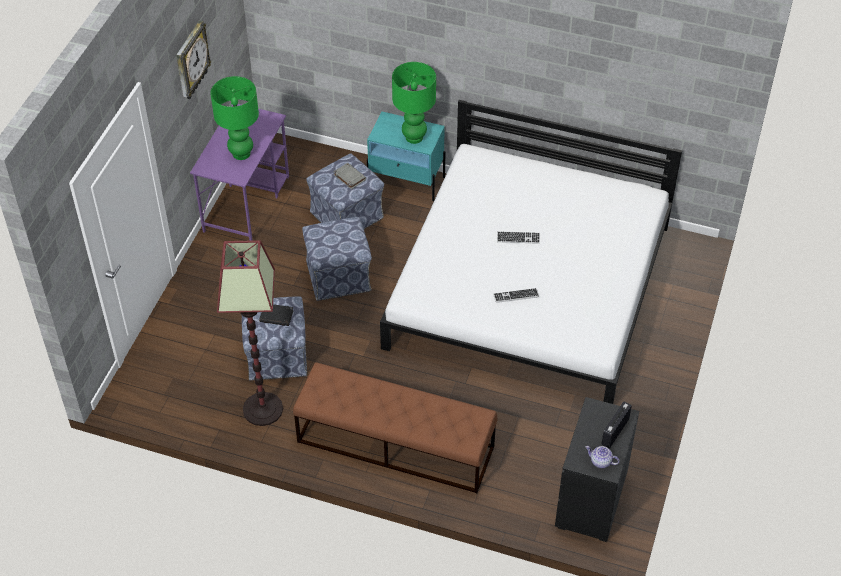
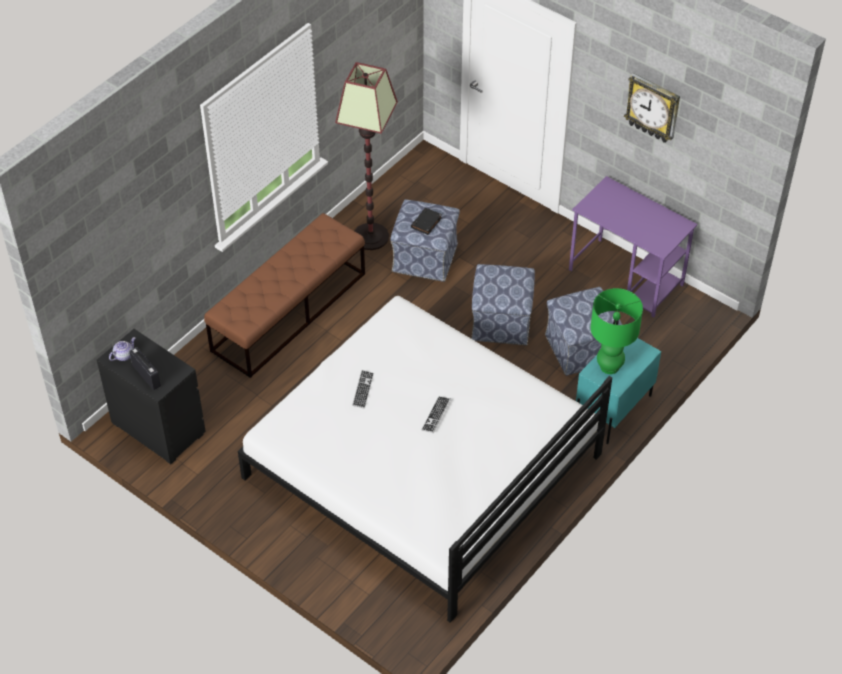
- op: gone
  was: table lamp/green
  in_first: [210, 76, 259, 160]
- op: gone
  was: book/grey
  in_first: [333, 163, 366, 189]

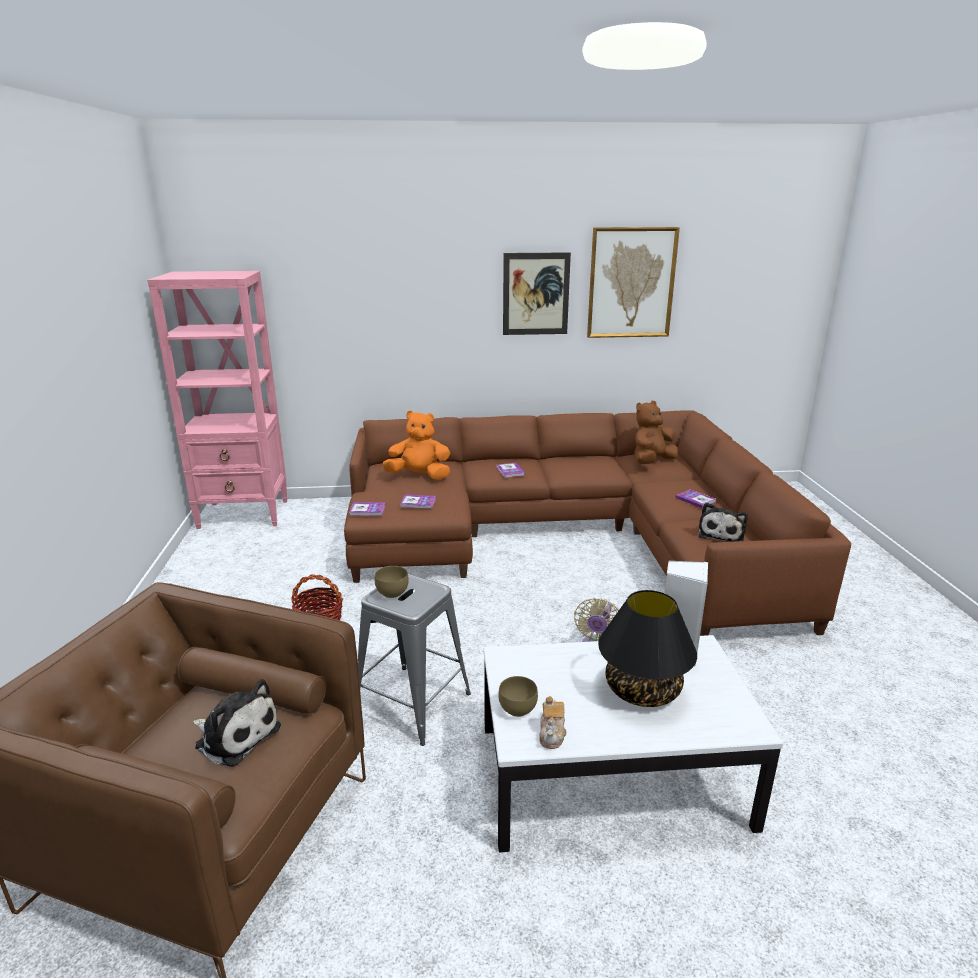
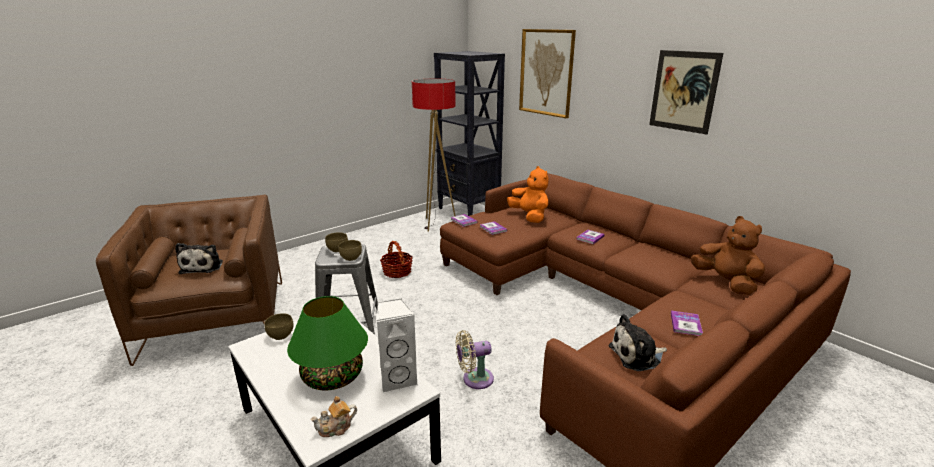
- op: new
  now: bowl/brown
  in_second: [339, 240, 362, 261]
- op: new
  now: floor lamp
  in_second: [412, 79, 455, 232]
- op: shifted
  was: teapot
  in_first: [539, 696, 566, 749]
  in_second: [310, 396, 357, 437]
- op: shifted
  was: picture
  in_first: [587, 227, 680, 338]
  in_second: [519, 29, 576, 118]
- op: repainted
  was: bookcase/pink
  now: bookcase/black
  in_first: [147, 271, 288, 529]
  in_second: [434, 51, 505, 216]
- op: repainted
  was: table lamp/black
  now: table lamp/green
  in_first: [598, 590, 697, 707]
  in_second: [287, 296, 368, 391]
- op: rotated
  was: plush toy/brown
  in_first: [634, 401, 678, 464]
  in_second: [691, 216, 765, 295]
  clockwise: 45

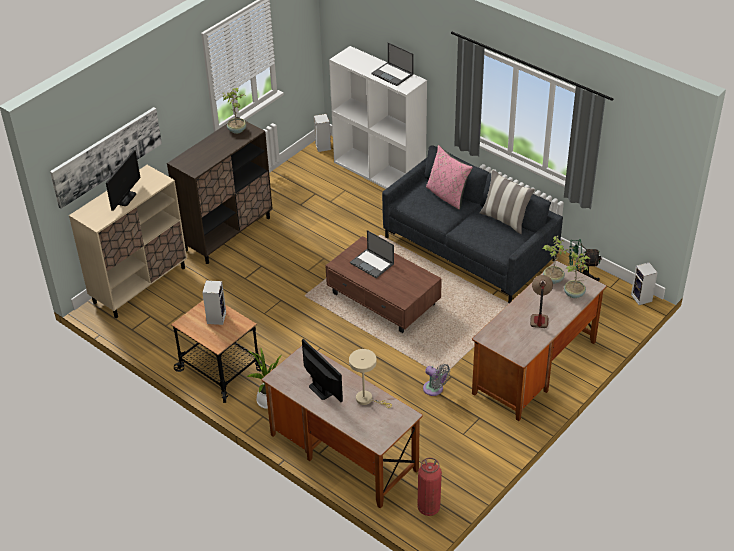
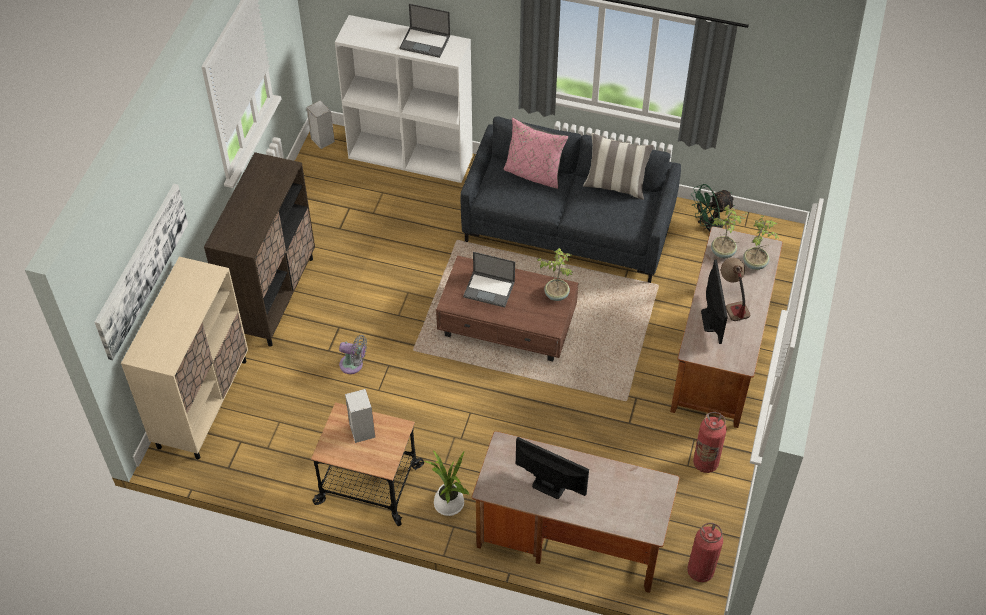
- op: gone
  was: table lamp/beige
  in_first: [349, 349, 392, 408]
- op: gone
  was: speaker
  in_first: [631, 262, 658, 305]
- op: new
  now: fire extinguisher
  in_second: [693, 412, 727, 473]
- op: shifted
  was: monitor
  in_first: [106, 150, 140, 211]
  in_second: [701, 259, 728, 344]
- op: shifted
  was: potted plant
  in_first: [223, 88, 246, 134]
  in_second: [537, 248, 573, 301]
- op: shifted
  was: fan/grey
  in_first: [423, 364, 450, 396]
  in_second: [339, 335, 367, 374]

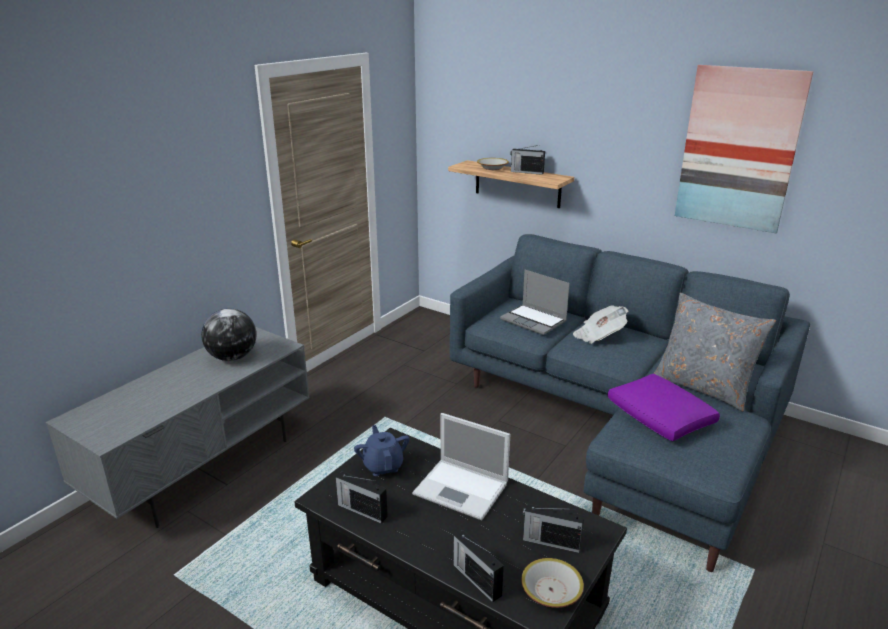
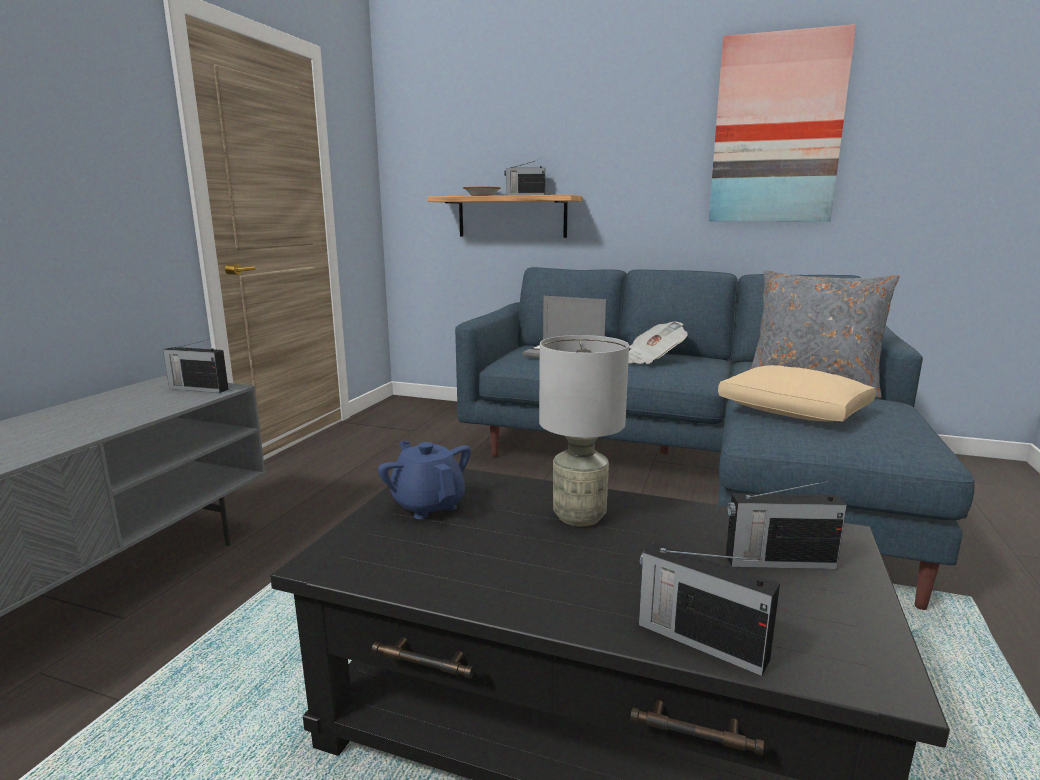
- op: gone
  was: globe
  in_first: [201, 308, 256, 361]
- op: gone
  was: bowl
  in_first: [521, 558, 584, 608]
- op: shifted
  was: radio
  in_first: [335, 471, 388, 523]
  in_second: [163, 339, 229, 393]
- op: swapped
  was: laptop
  now: table lamp/grey
  in_first: [412, 413, 510, 520]
  in_second: [539, 335, 629, 527]
- op: repainted
  was: pillow/purple
  now: pillow/beige
  in_first: [608, 374, 720, 441]
  in_second: [718, 365, 876, 422]

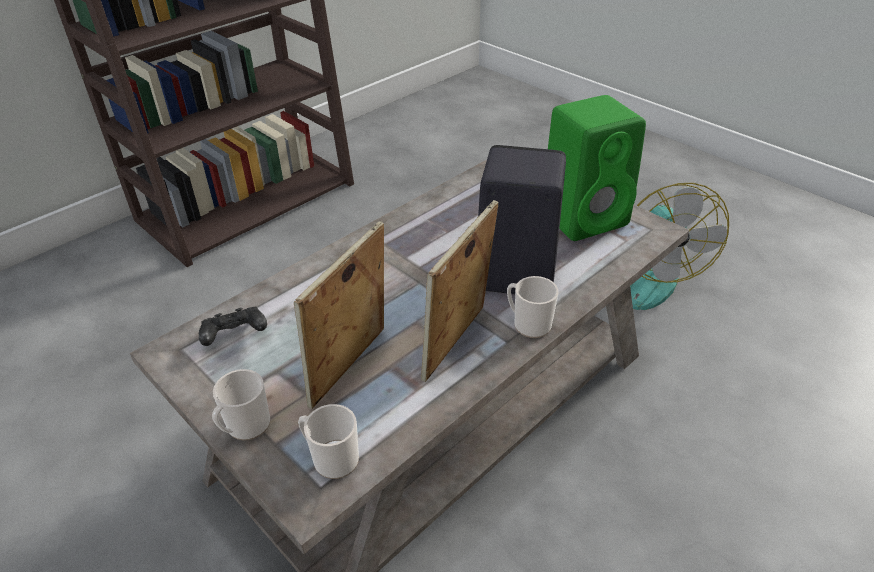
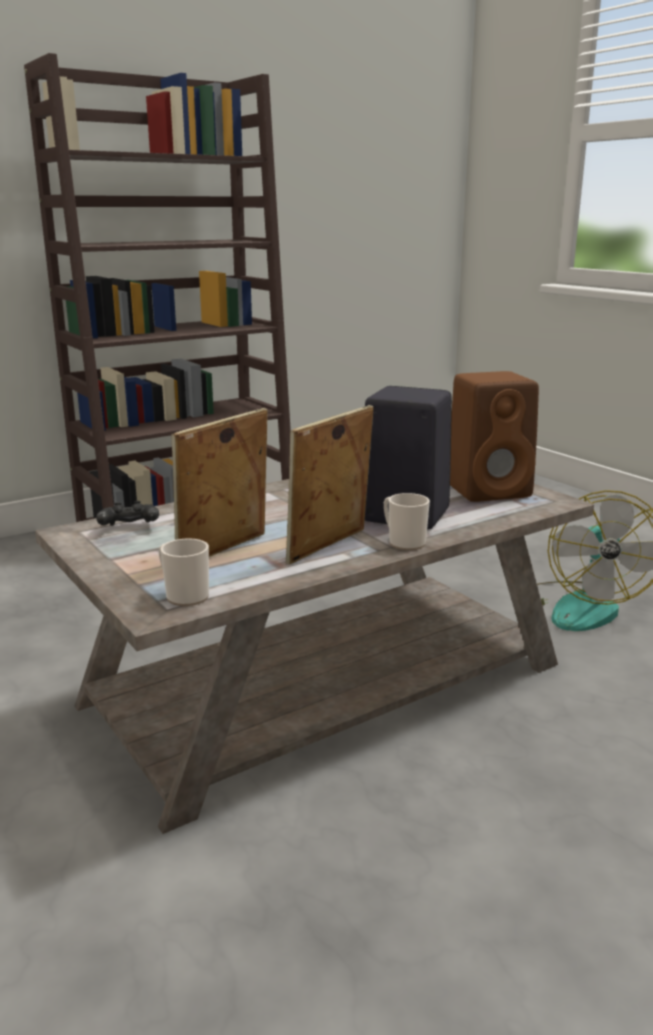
- op: gone
  was: mug
  in_first: [212, 369, 271, 440]
- op: repainted
  was: speaker/green
  now: speaker/brown
  in_first: [548, 95, 646, 241]
  in_second: [450, 371, 539, 502]

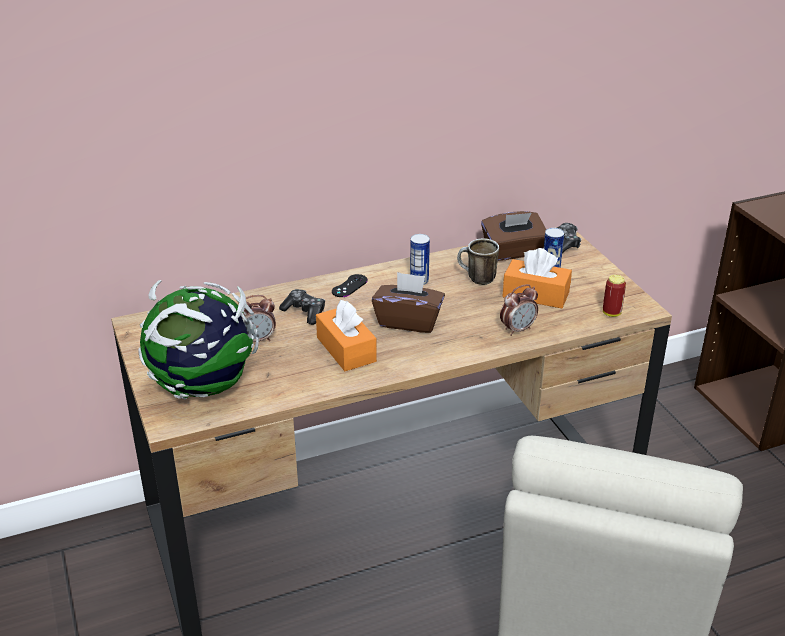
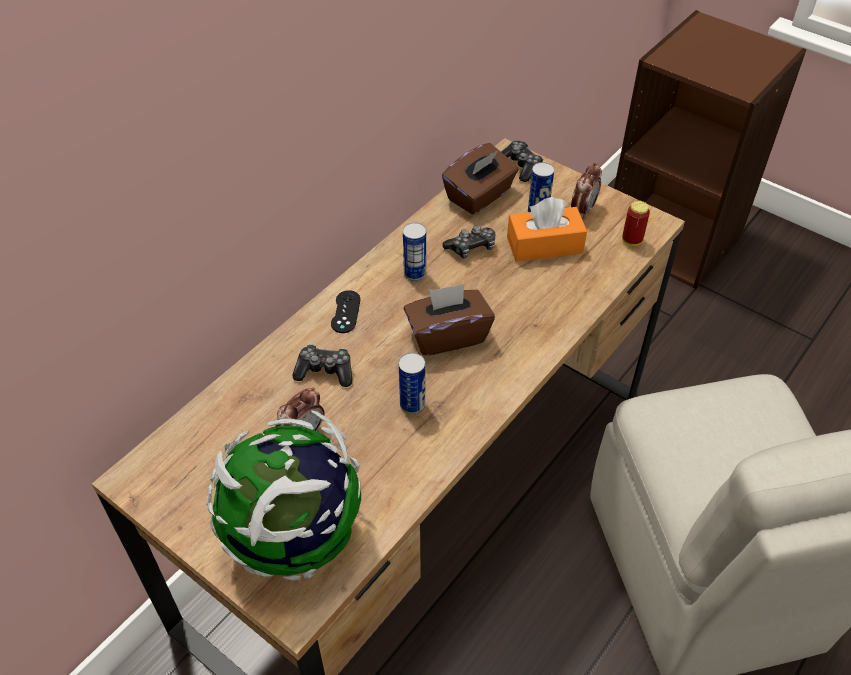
- op: shifted
  was: alarm clock
  in_first: [500, 284, 538, 336]
  in_second: [571, 163, 602, 219]
- op: swapped
  was: tissue box/orange
  now: can
  in_first: [316, 300, 377, 371]
  in_second: [399, 353, 425, 414]
- op: swapped
  was: mug
  now: game controller
  in_first: [457, 238, 499, 285]
  in_second: [443, 226, 495, 259]

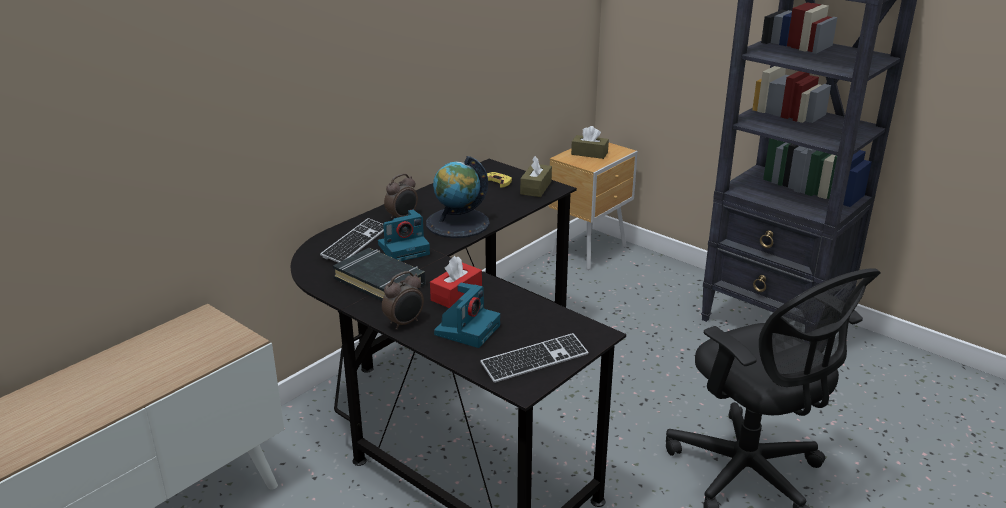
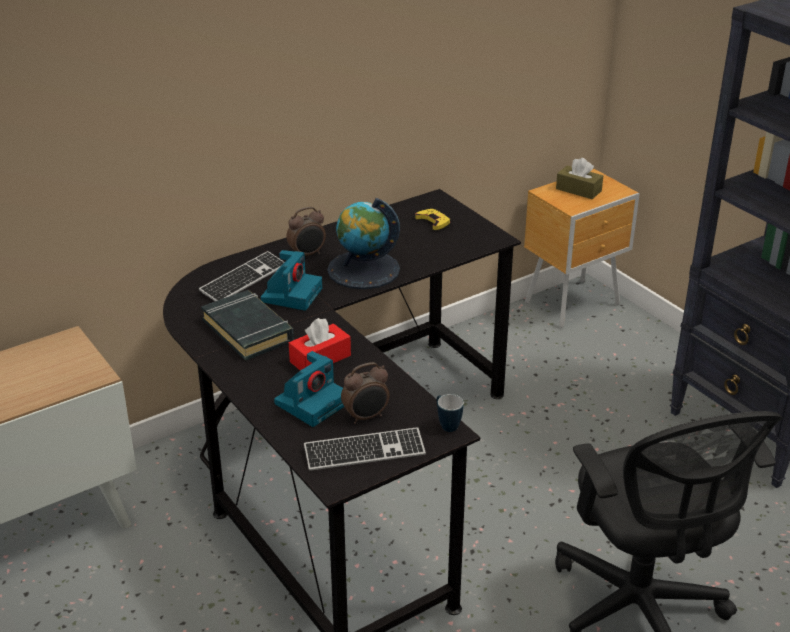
- op: gone
  was: tissue box/brown
  in_first: [520, 156, 552, 197]
- op: new
  now: mug
  in_second: [437, 394, 464, 432]
- op: shifted
  was: alarm clock
  in_first: [382, 271, 424, 330]
  in_second: [341, 362, 390, 424]
- op: rotated
  was: photo camera
  in_first: [378, 209, 430, 261]
  in_second: [261, 250, 322, 311]
  clockwise: -60

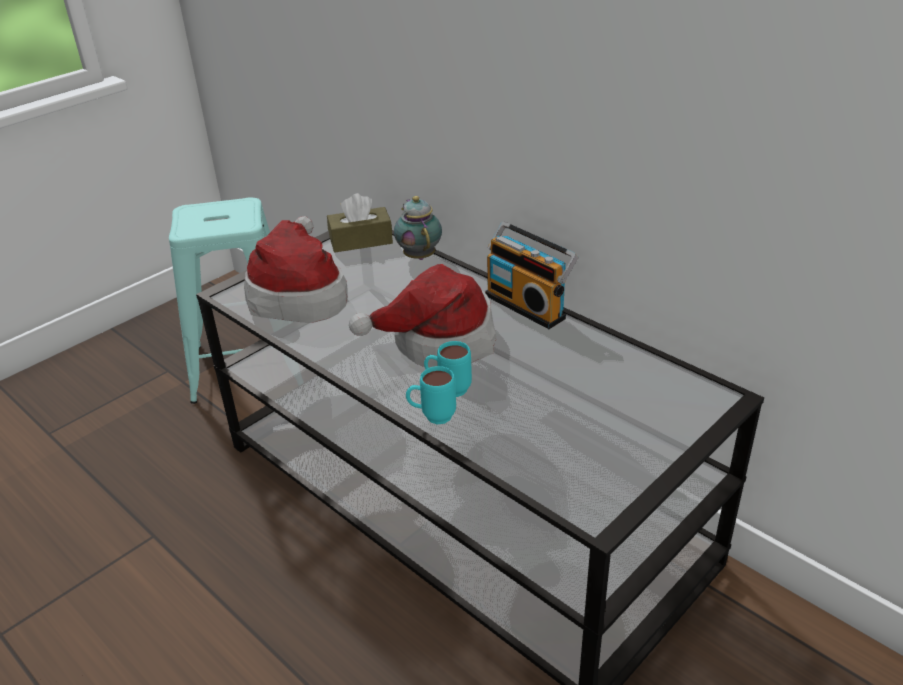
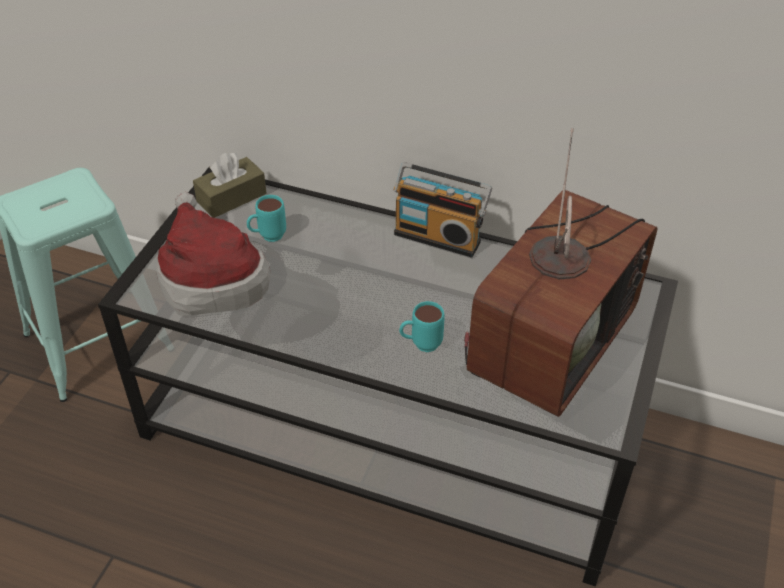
- op: gone
  was: hat
  in_first: [349, 264, 497, 368]
- op: gone
  was: teapot
  in_first: [394, 196, 442, 260]
- op: new
  now: television
  in_second: [464, 128, 657, 417]
- op: shifted
  was: mug/turquoise
  in_first: [406, 366, 456, 425]
  in_second: [247, 195, 286, 242]

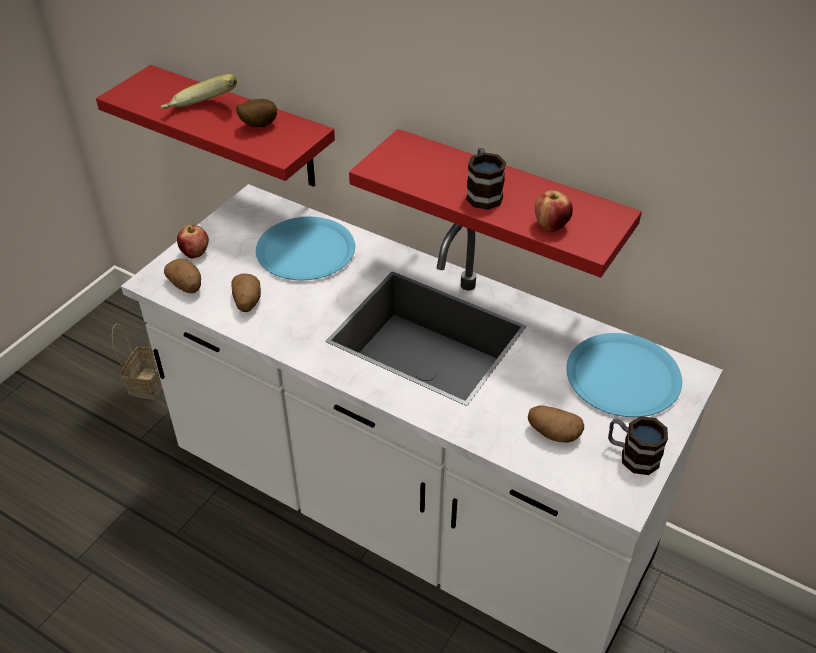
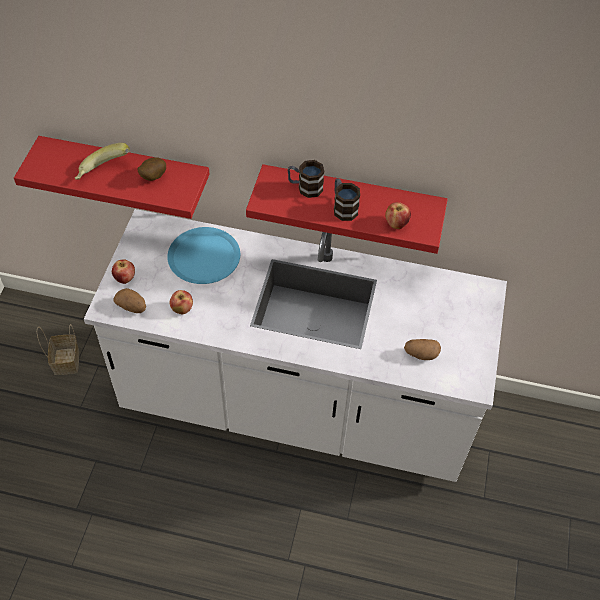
- op: gone
  was: plate/blue
  in_first: [566, 333, 682, 417]
- op: shifted
  was: mug
  in_first: [608, 416, 668, 475]
  in_second: [288, 160, 324, 198]
- op: swapped
  was: potato
  now: apple
  in_first: [231, 273, 261, 312]
  in_second: [170, 290, 193, 314]

